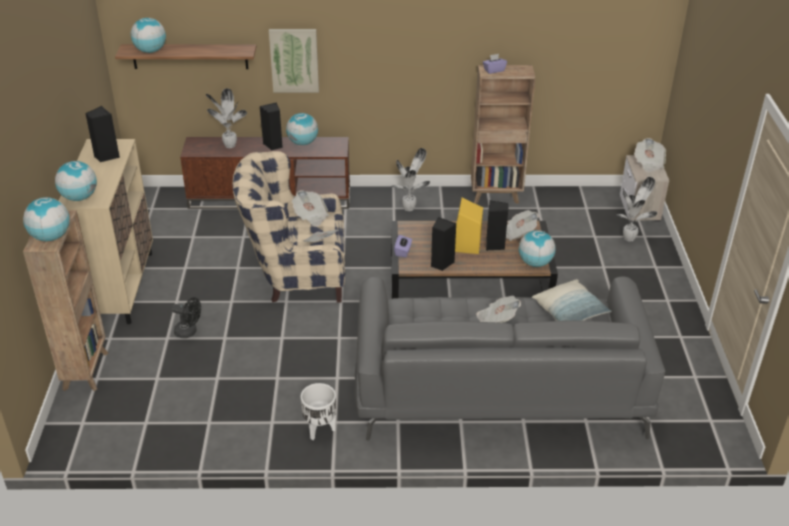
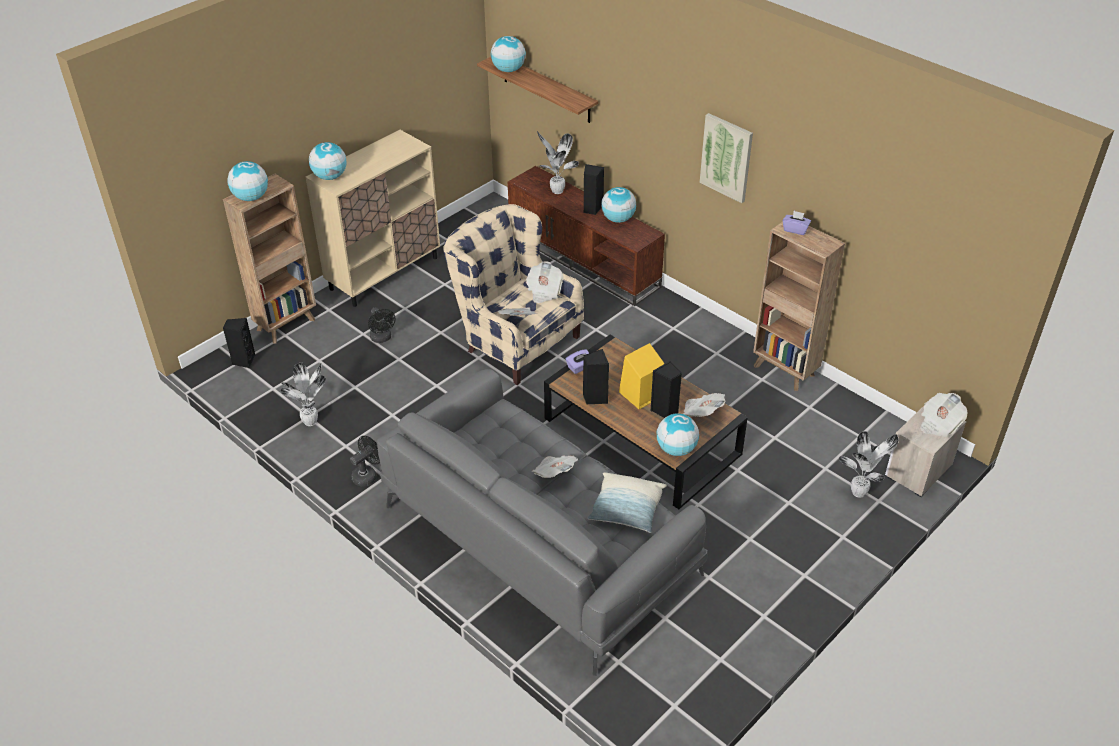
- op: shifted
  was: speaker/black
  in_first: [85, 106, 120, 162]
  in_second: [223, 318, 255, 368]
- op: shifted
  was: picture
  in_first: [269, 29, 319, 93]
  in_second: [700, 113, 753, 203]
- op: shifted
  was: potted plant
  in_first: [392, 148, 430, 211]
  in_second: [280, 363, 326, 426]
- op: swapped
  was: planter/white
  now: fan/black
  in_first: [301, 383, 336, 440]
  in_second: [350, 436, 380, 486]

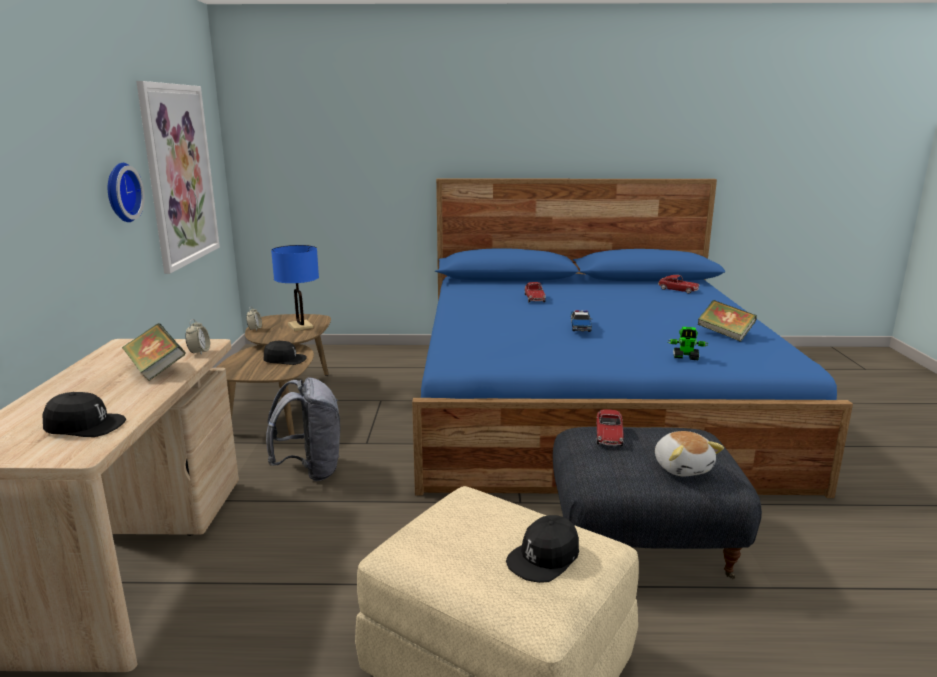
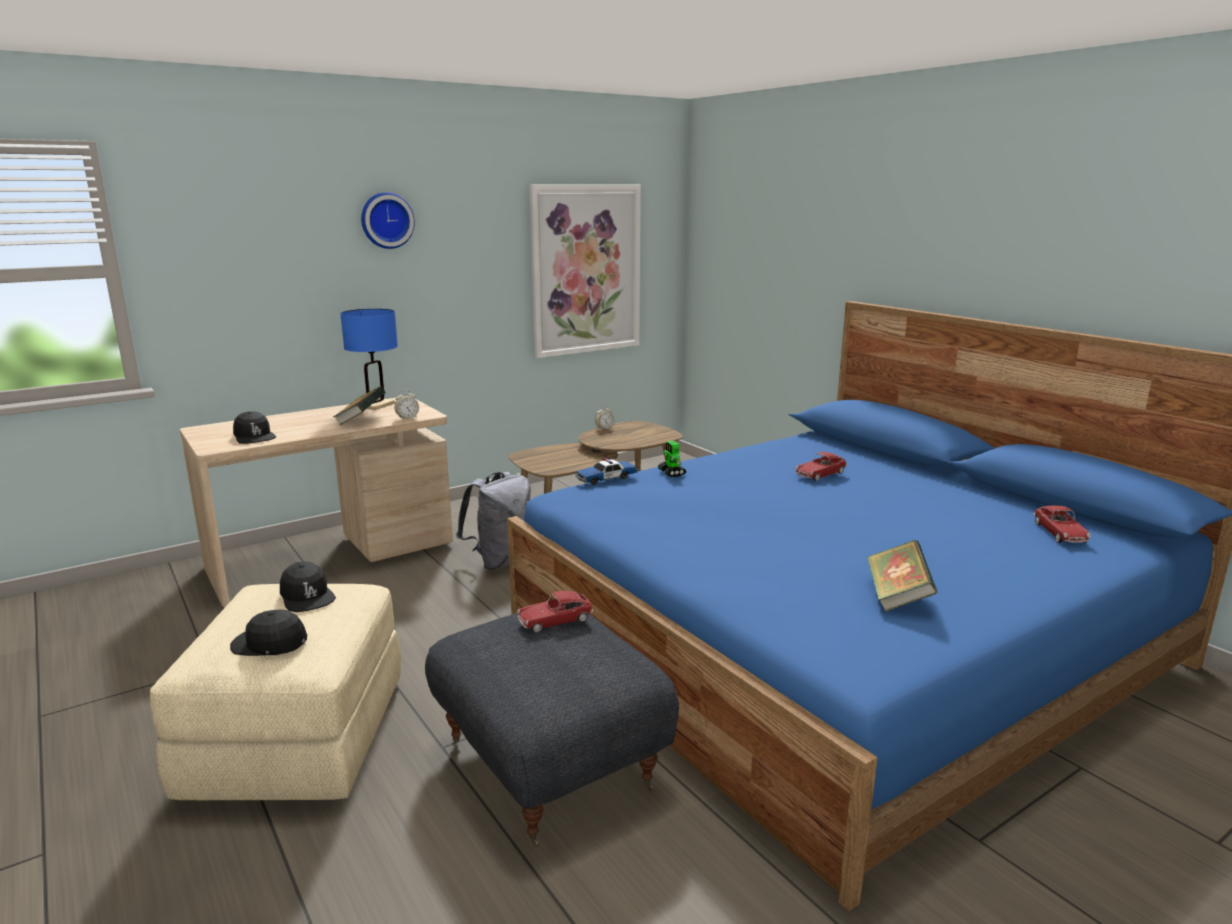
- op: gone
  was: plush toy
  in_first: [655, 431, 724, 476]
- op: shifted
  was: wall clock
  in_first: [108, 163, 145, 222]
  in_second: [361, 192, 415, 249]
- op: shifted
  was: cap/black
  in_first: [264, 341, 307, 365]
  in_second: [280, 561, 336, 612]
- op: shifted
  was: table lamp/blue
  in_first: [271, 245, 319, 331]
  in_second: [340, 309, 398, 410]
- op: shifted
  was: toy car
  in_first: [571, 310, 592, 332]
  in_second: [575, 458, 638, 485]
- op: shifted
  was: toy robot
  in_first: [668, 327, 708, 360]
  in_second: [658, 441, 686, 477]

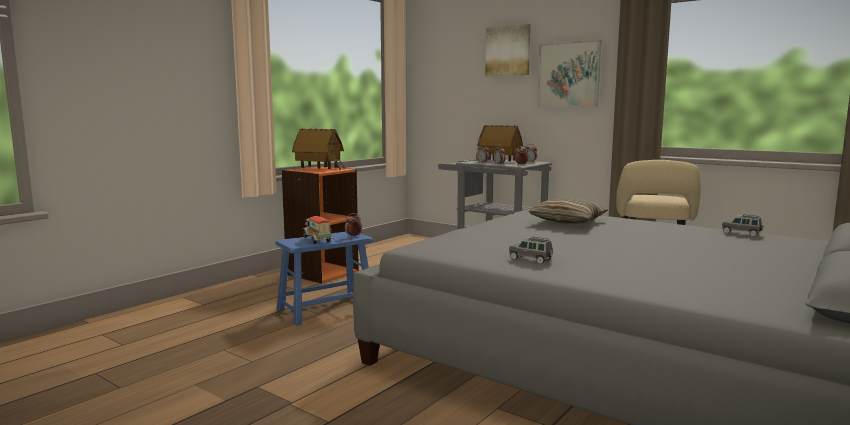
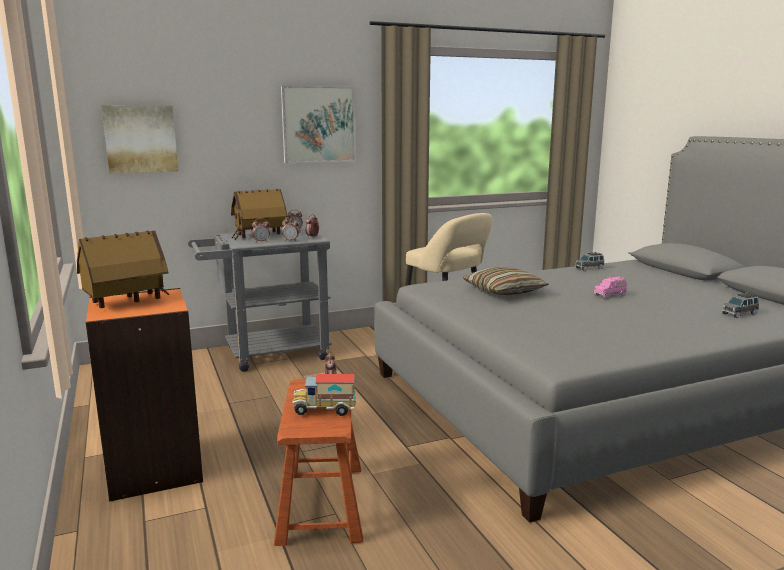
- op: new
  now: toy car/pink
  in_second: [594, 276, 627, 299]
- op: shifted
  was: picture
  in_first: [485, 24, 531, 76]
  in_second: [102, 105, 178, 174]
- op: shifted
  was: toy car/grey
  in_first: [509, 237, 553, 264]
  in_second: [722, 293, 759, 318]
- op: repainted
  was: stool/blue
  now: stool/brown
  in_first: [275, 231, 373, 325]
  in_second: [274, 379, 363, 546]

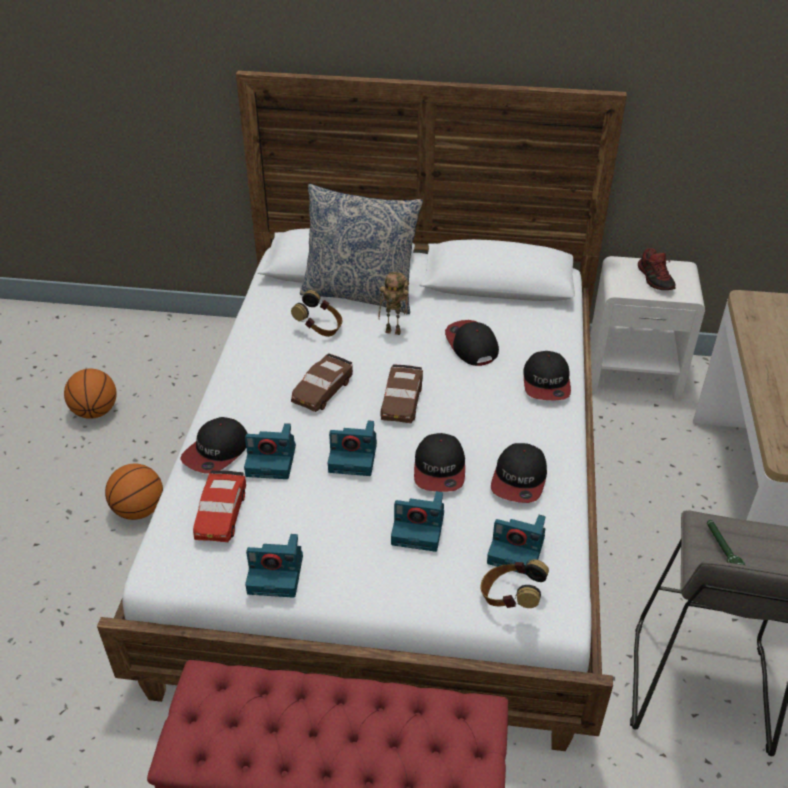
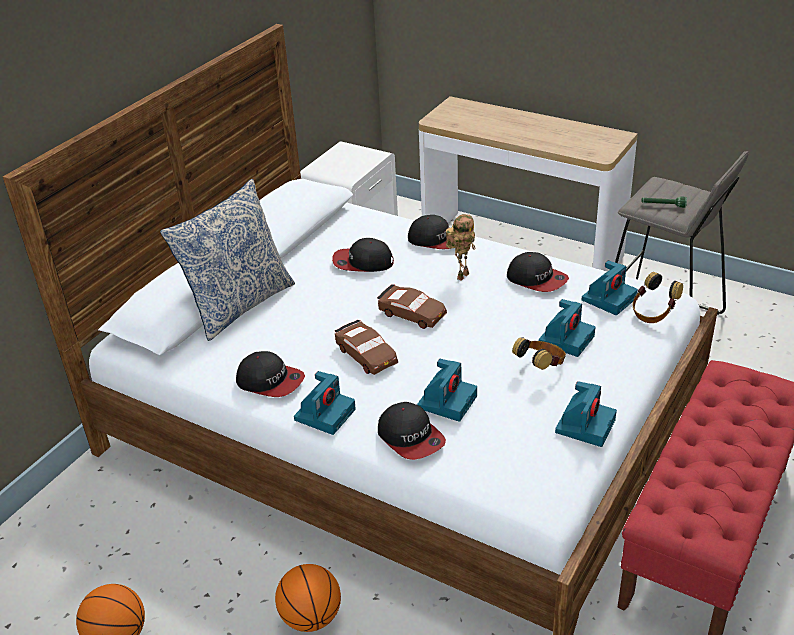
- op: gone
  was: toy car/red
  in_first: [193, 470, 246, 542]
- op: gone
  was: shoe
  in_first: [638, 248, 676, 290]
- op: shifted
  was: headphones
  in_first: [291, 290, 342, 337]
  in_second: [512, 337, 566, 370]
- op: shifted
  was: photo camera
  in_first: [328, 420, 377, 476]
  in_second: [294, 371, 356, 435]
- op: shifted
  was: toy robot
  in_first: [378, 272, 409, 335]
  in_second: [446, 214, 476, 281]
- op: shifted
  was: cap
  in_first: [414, 433, 465, 492]
  in_second: [236, 351, 305, 397]

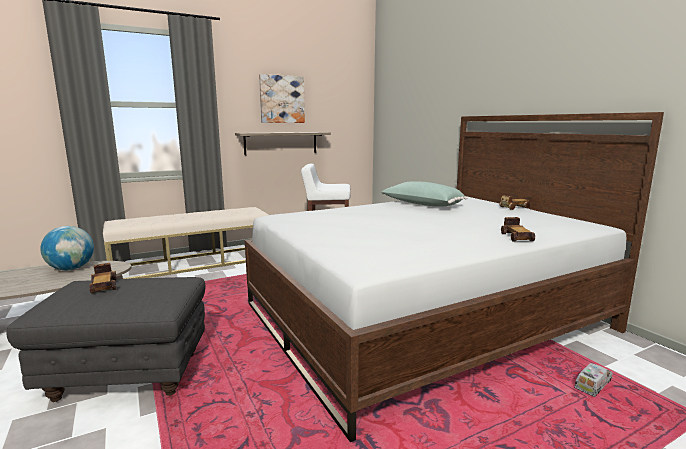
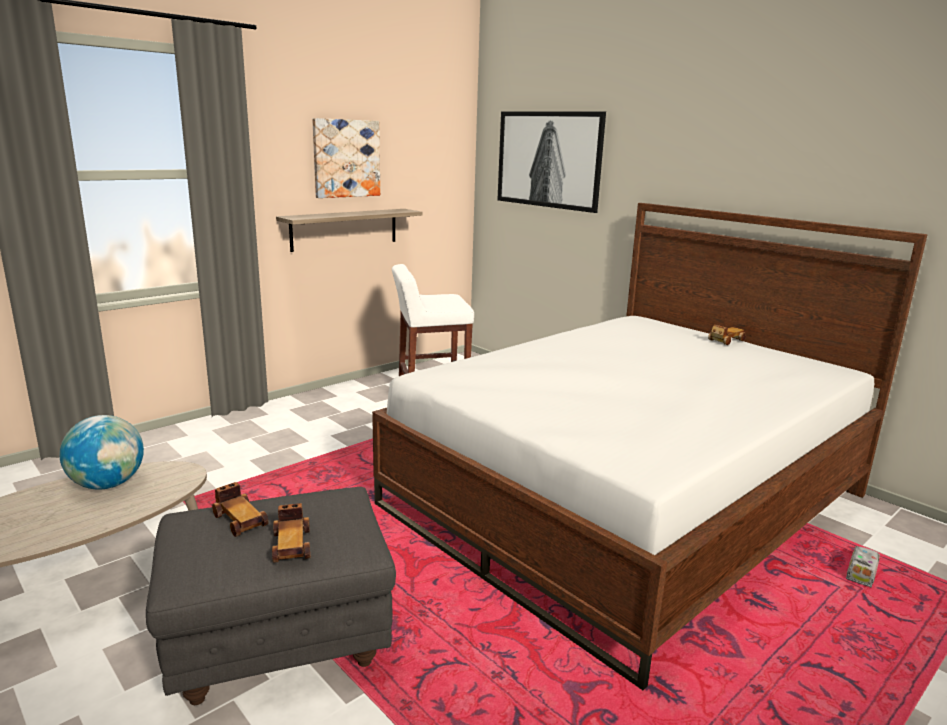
- op: gone
  was: bench/beige
  in_first: [103, 207, 269, 280]
- op: gone
  was: pillow/green
  in_first: [382, 181, 467, 207]
- op: new
  now: picture
  in_second: [497, 111, 606, 213]
- op: shifted
  was: toy car
  in_first: [501, 217, 535, 241]
  in_second: [272, 503, 311, 563]

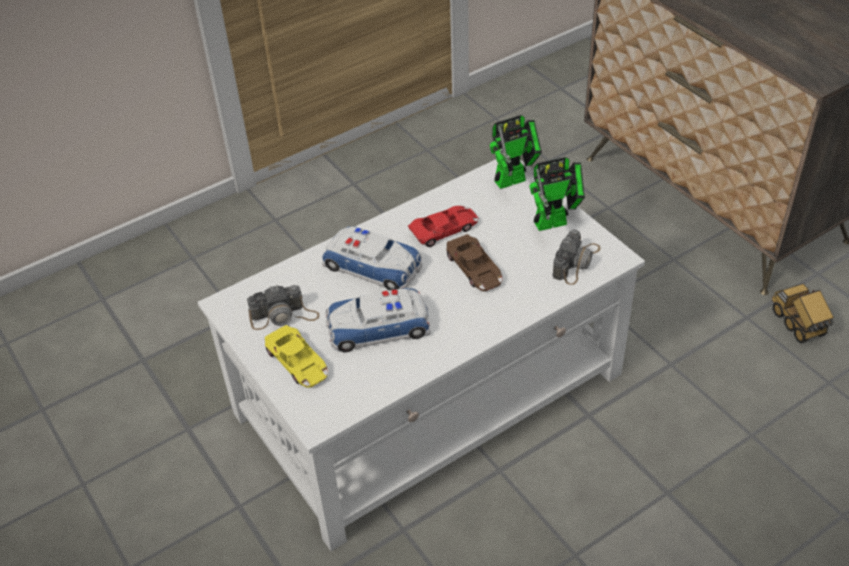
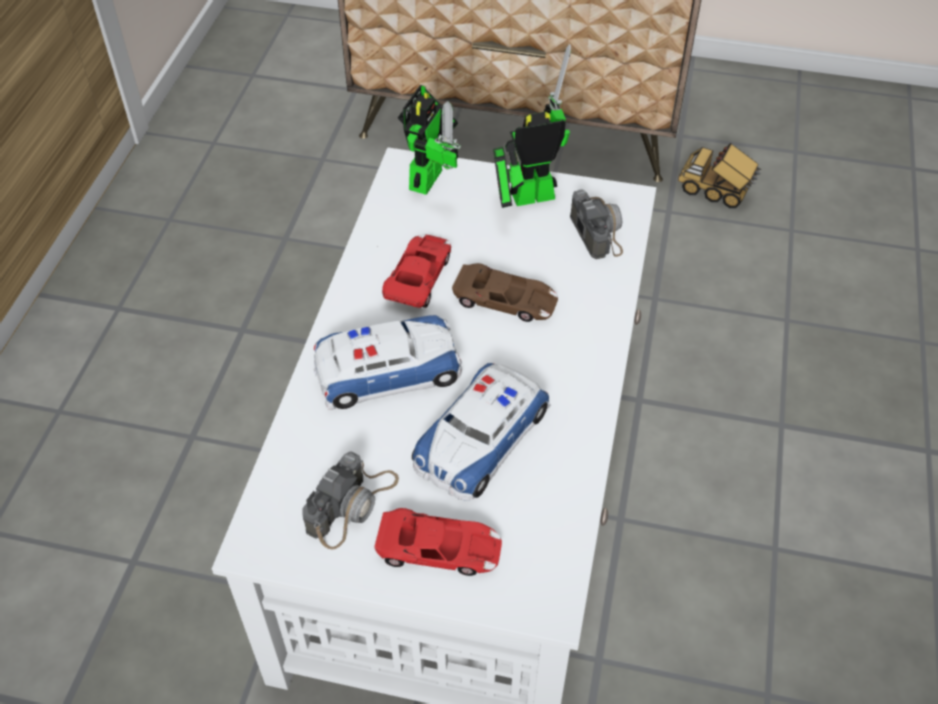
- op: repainted
  was: toy car/yellow
  now: toy car/red
  in_first: [265, 325, 328, 388]
  in_second: [374, 508, 502, 576]
- op: rotated
  was: toy robot
  in_first: [529, 157, 585, 231]
  in_second: [493, 44, 571, 208]
  clockwise: -135

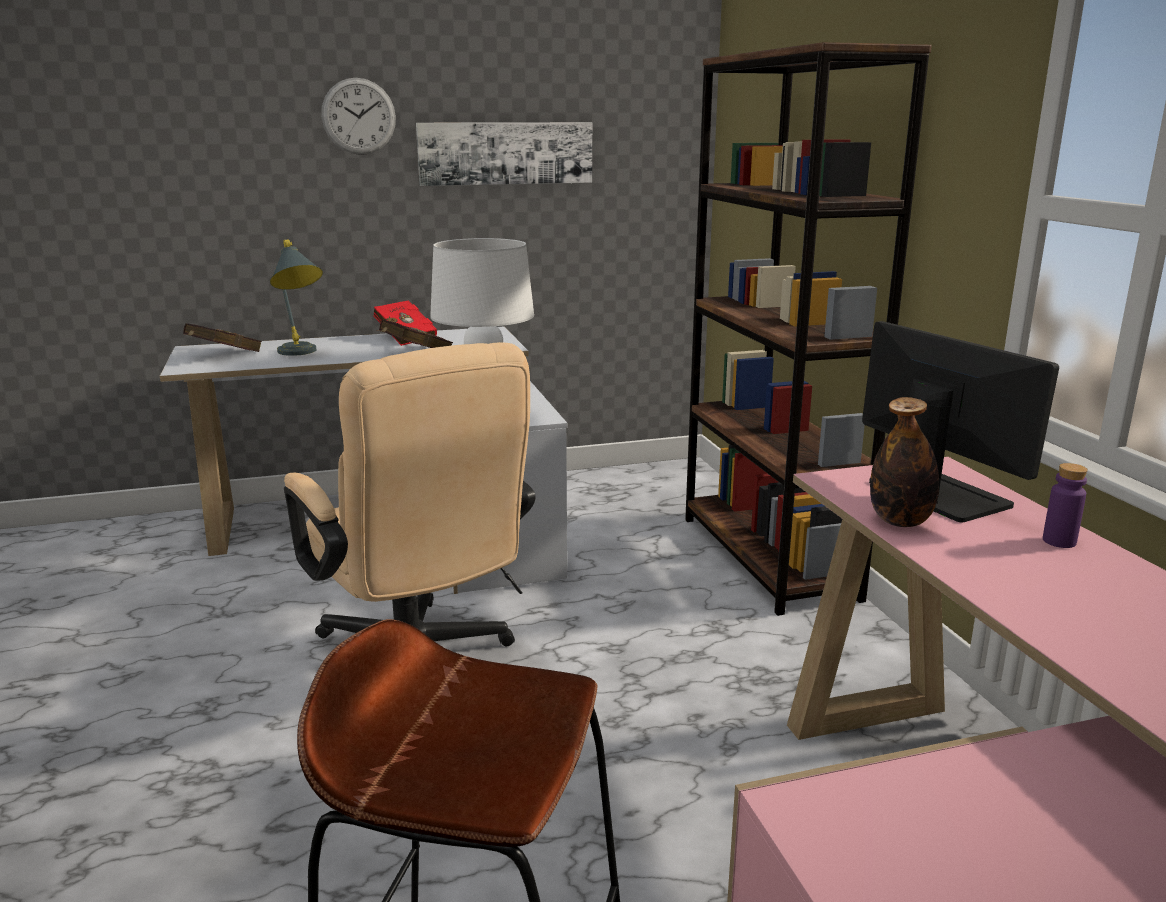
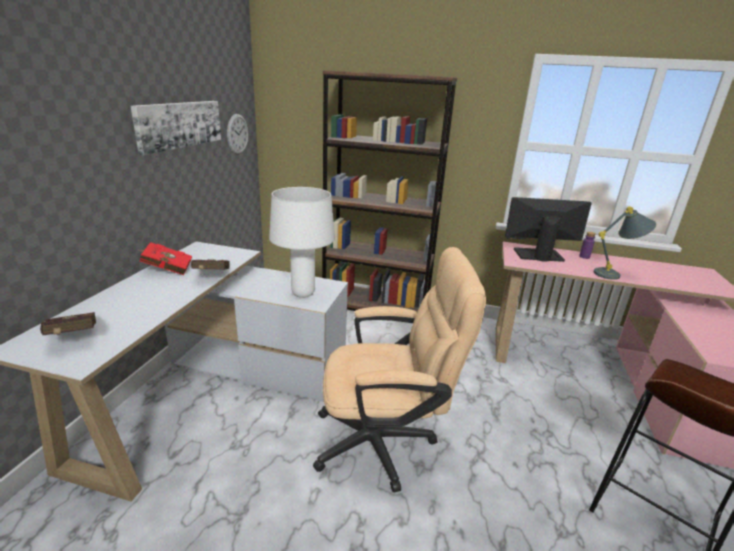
- op: gone
  was: bottle
  in_first: [870, 397, 939, 527]
- op: shifted
  was: table lamp/grey
  in_first: [270, 239, 323, 356]
  in_second: [593, 206, 656, 280]
- op: shifted
  was: wall clock
  in_first: [321, 78, 396, 155]
  in_second: [227, 114, 248, 154]

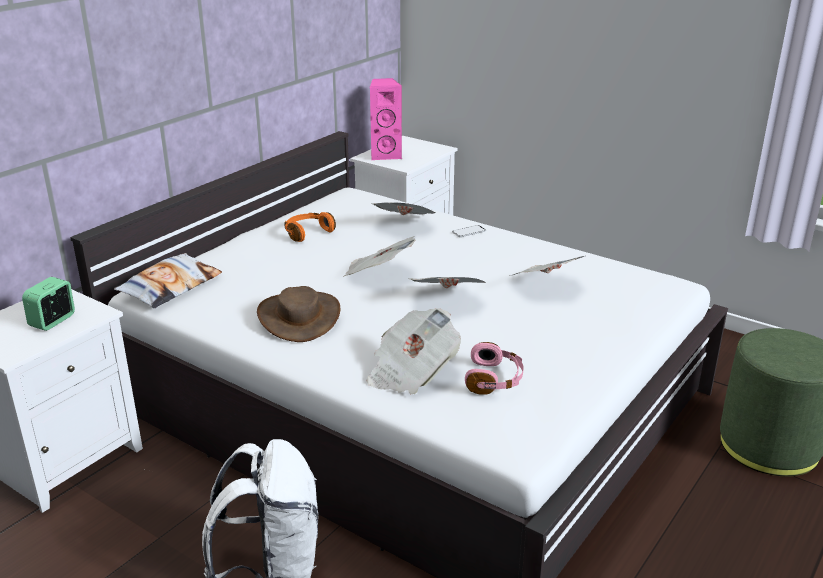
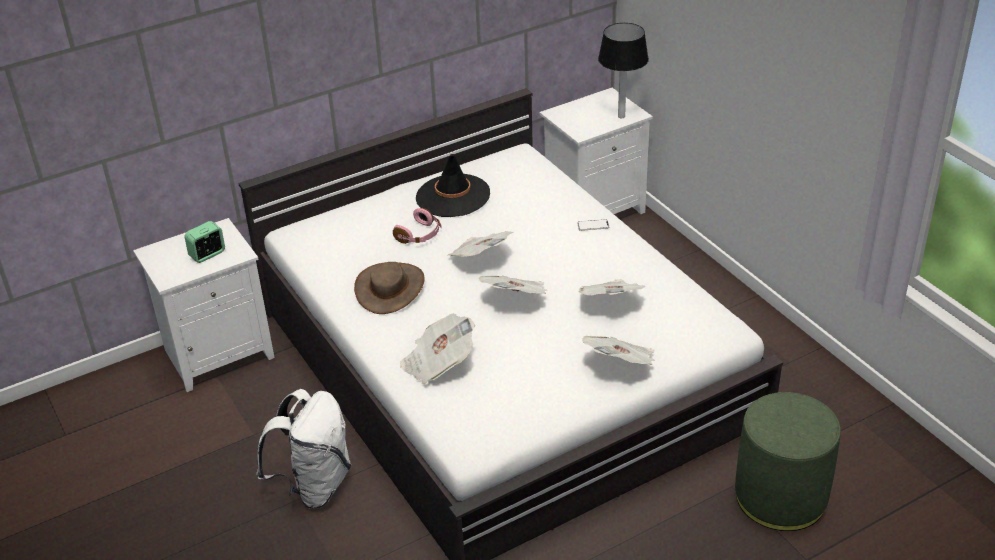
- op: gone
  was: pillow
  in_first: [114, 253, 222, 308]
- op: gone
  was: speaker/pink
  in_first: [370, 78, 402, 160]
- op: new
  now: table lamp
  in_second: [598, 23, 649, 118]
- op: shifted
  was: newspaper
  in_first: [370, 202, 436, 215]
  in_second: [582, 336, 655, 365]
- op: shifted
  was: headphones/pink
  in_first: [465, 342, 524, 395]
  in_second: [393, 208, 442, 244]
- op: swapped
  was: headphones/orange
  now: hat/black
  in_first: [284, 212, 336, 242]
  in_second: [416, 154, 490, 217]

